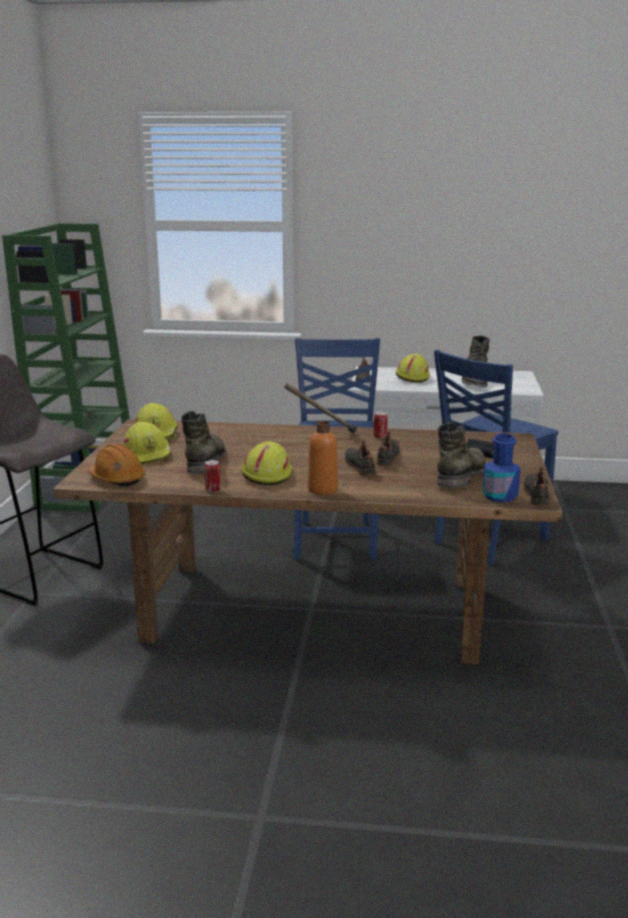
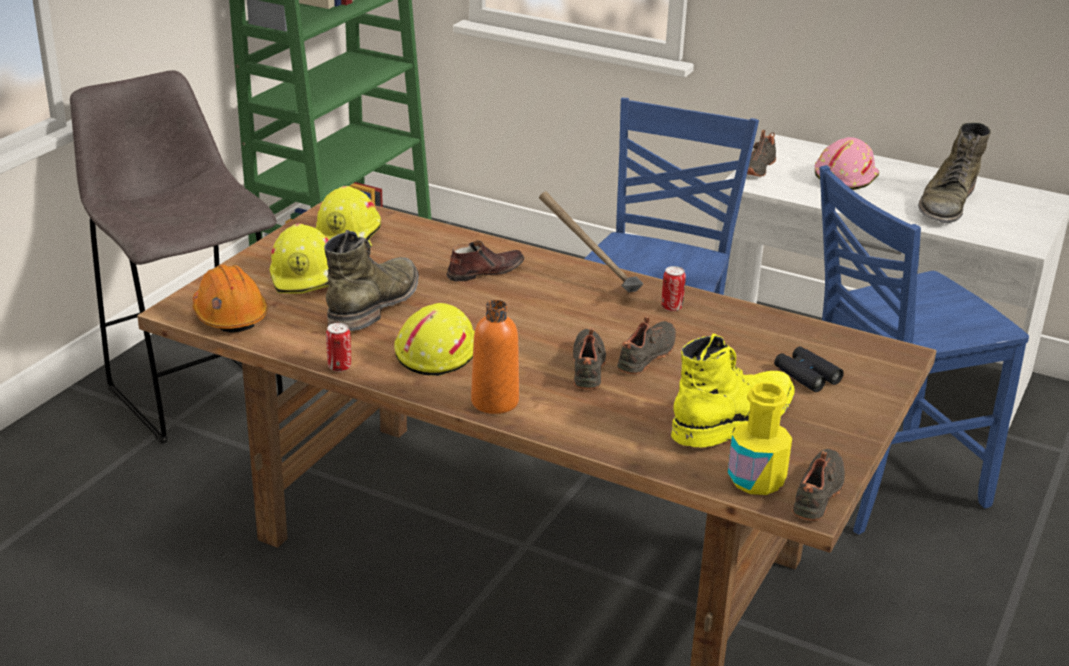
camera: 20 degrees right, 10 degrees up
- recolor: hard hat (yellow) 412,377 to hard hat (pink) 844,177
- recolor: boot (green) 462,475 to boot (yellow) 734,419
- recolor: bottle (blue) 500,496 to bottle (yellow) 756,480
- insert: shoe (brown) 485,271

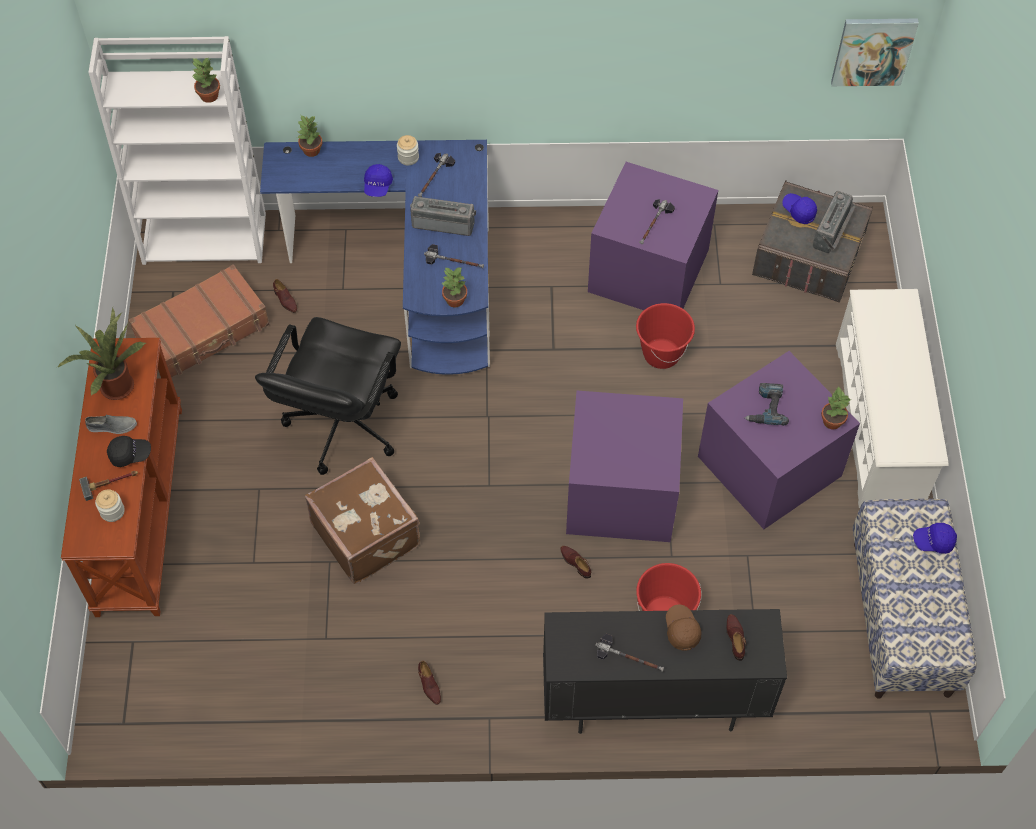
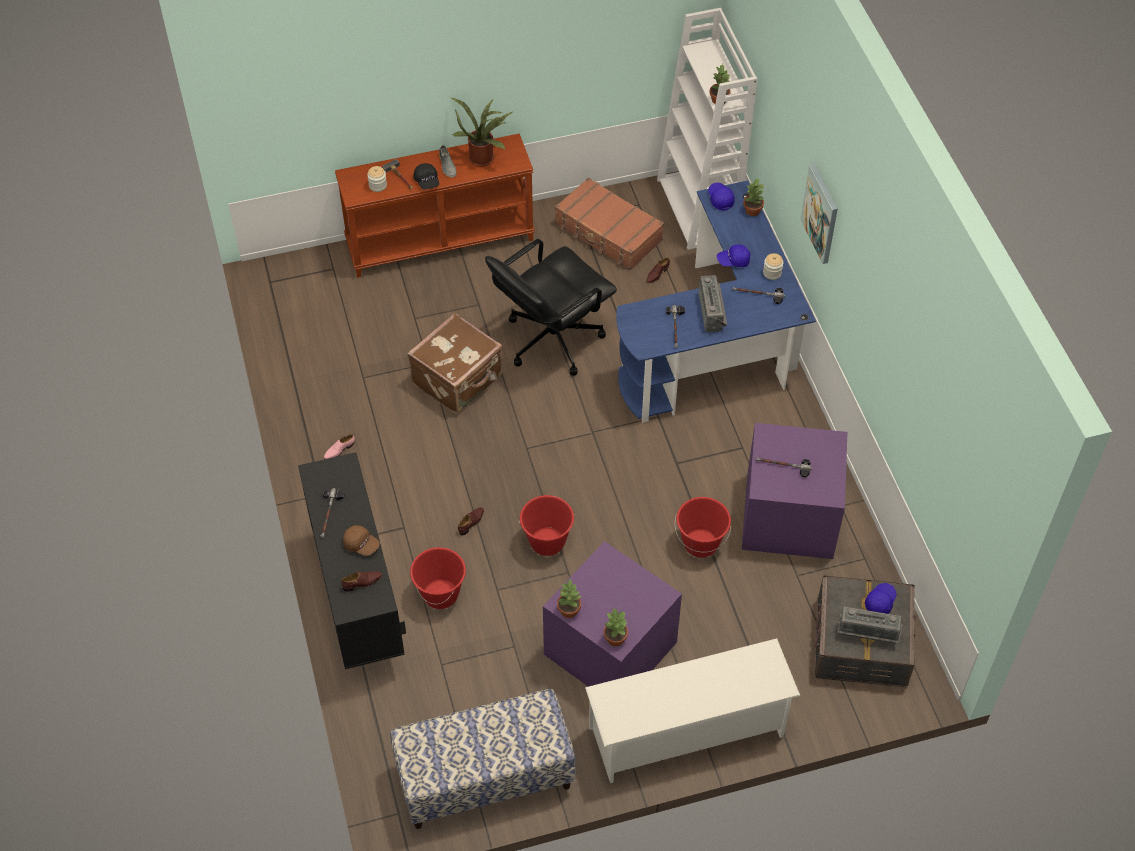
camera: 75 degrees right, 5 degrees down
- move: picture 873,50 to 821,213
- move: potted plant 454,300 to 569,610
- rotate: office chair (black) 341,425 = 551,339 45 degrees counterclockwise
- delete: power drill 765,407
- replace: storage box (purple) 622,494 to bucket (red) 547,542
- move: cap (blue) 933,541 to 720,199
- rotate: cap (brown) 681,630 = 361,545 60 degrees clockwise
- recolor: shoe (brown) 429,685 to shoe (pink) 339,450

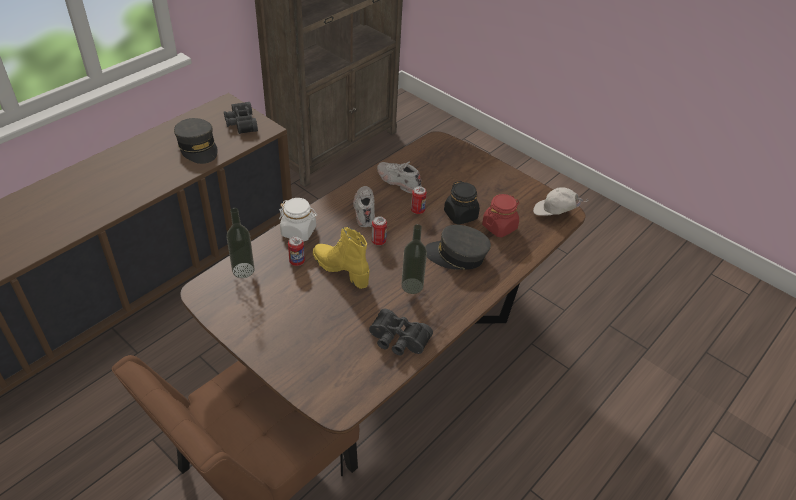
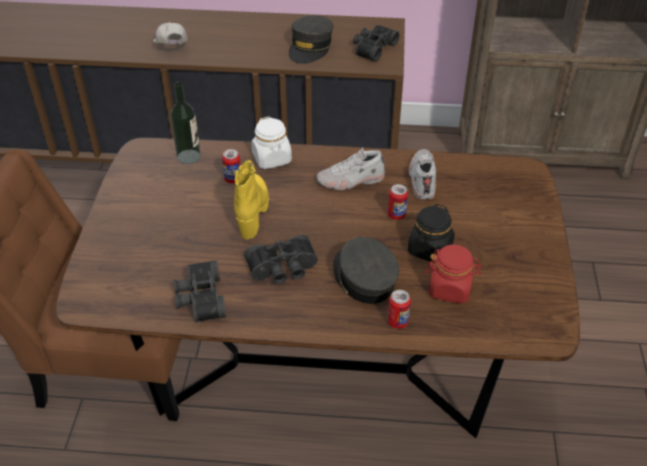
camera: 55 degrees right, 0 degrees up
- rotate: shoe (white) 364,210 = 351,180 150 degrees counterclockwise
- move: cap (white) 554,213 to 171,49
- move: can 378,241 to 397,322
- replace: bottle 412,286 to binoculars (black) 283,269

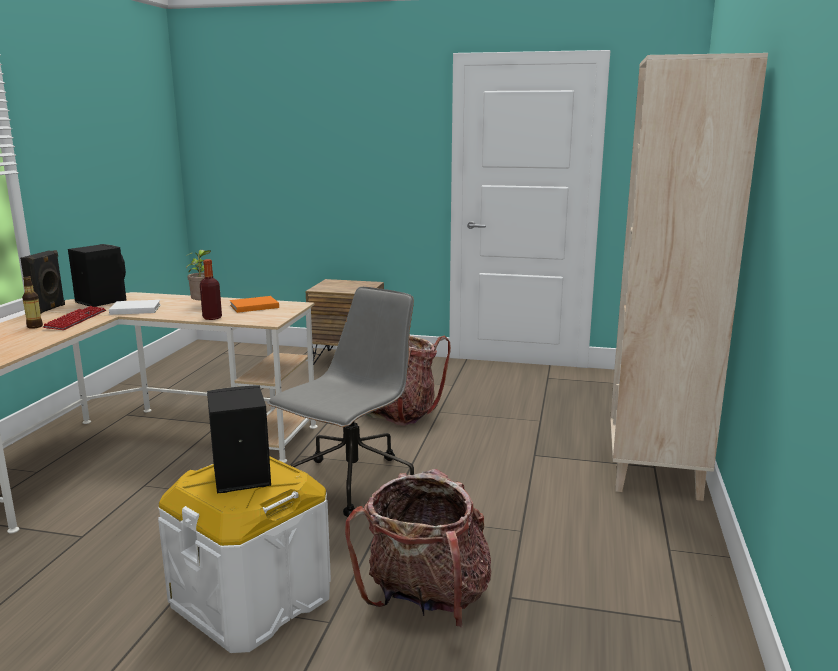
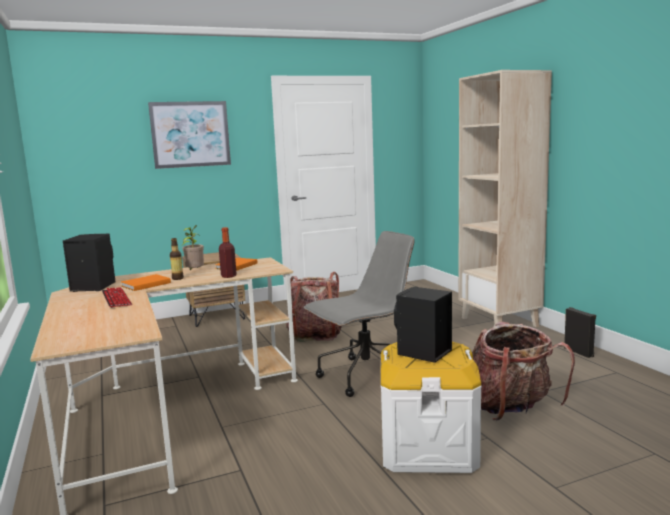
camera: 35 degrees left, 5 degrees down
- move: speaker (black) 48,309 to 579,352
- move: bottle 34,326 to 177,278
- rotate: office chair (grey) 351,485 = 364,377 60 degrees clockwise
- recolor: book (white) 134,309 to book (orange) 144,284
- insert: picture 190,134

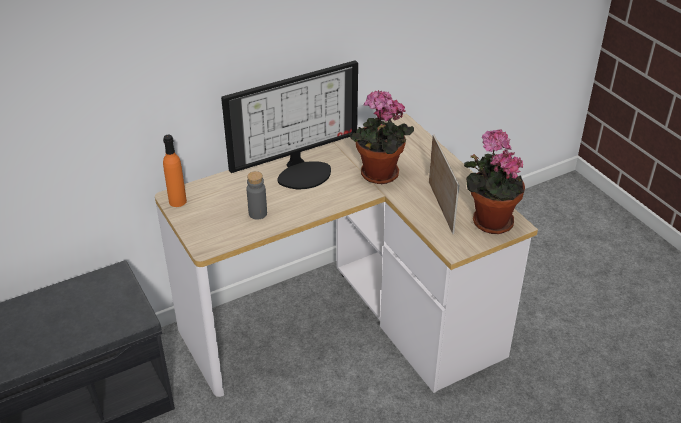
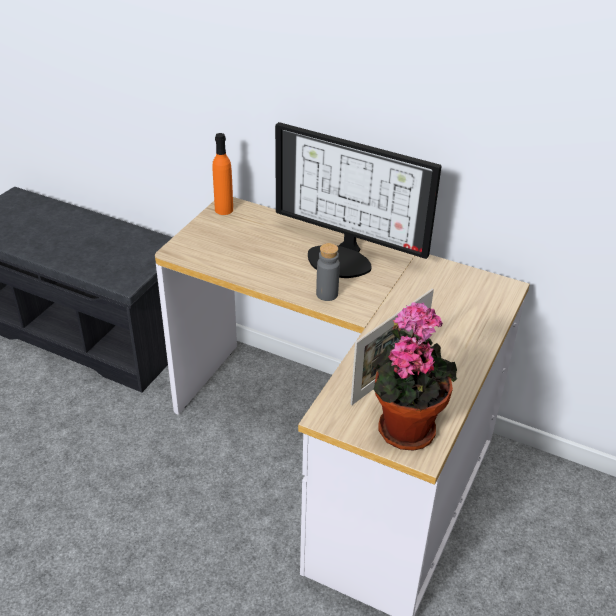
camera: 55 degrees right, 0 degrees up
- delete: potted plant 378,176
- move: bottle (grey) 258,213 to 327,294

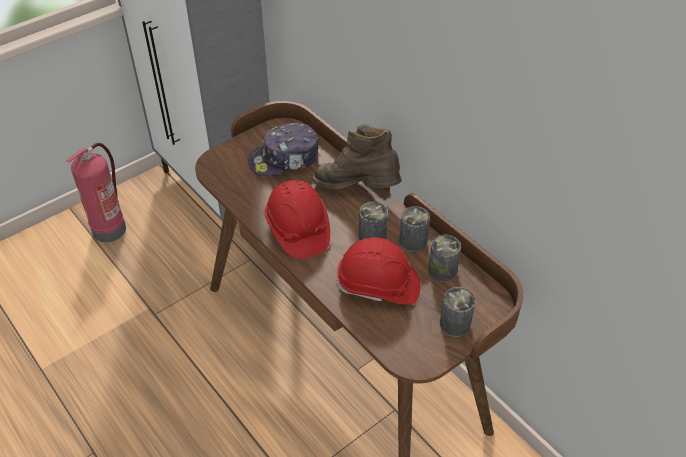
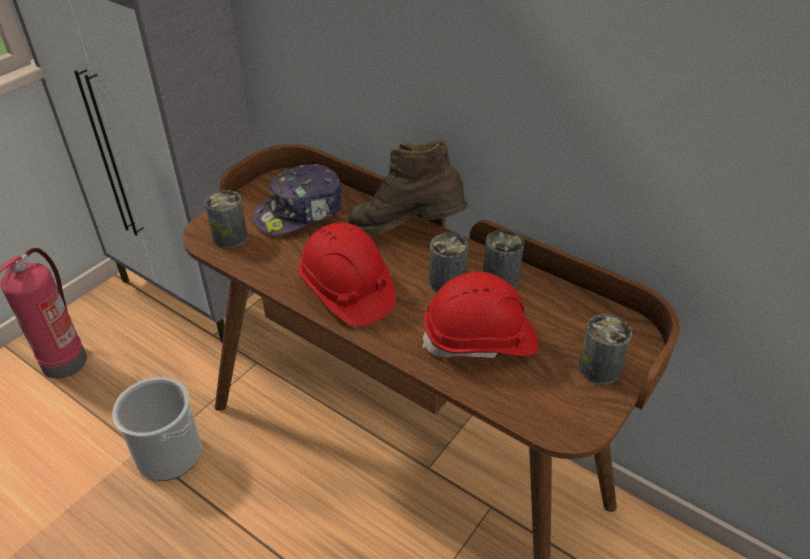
camera: 15 degrees left, 5 degrees down
- move: can 442,271 to 230,237
- insert: bucket 169,454

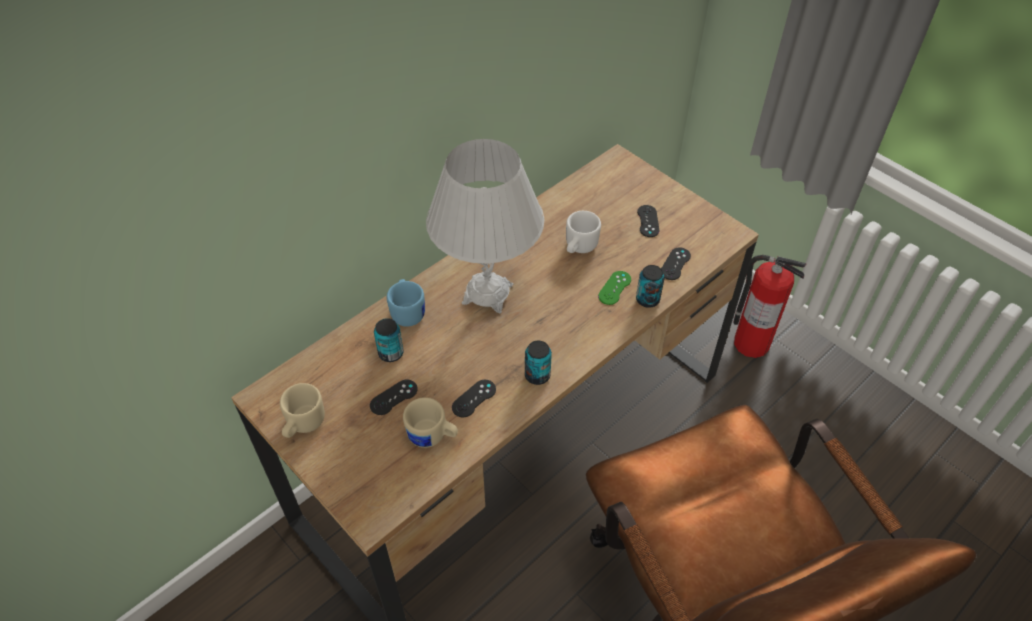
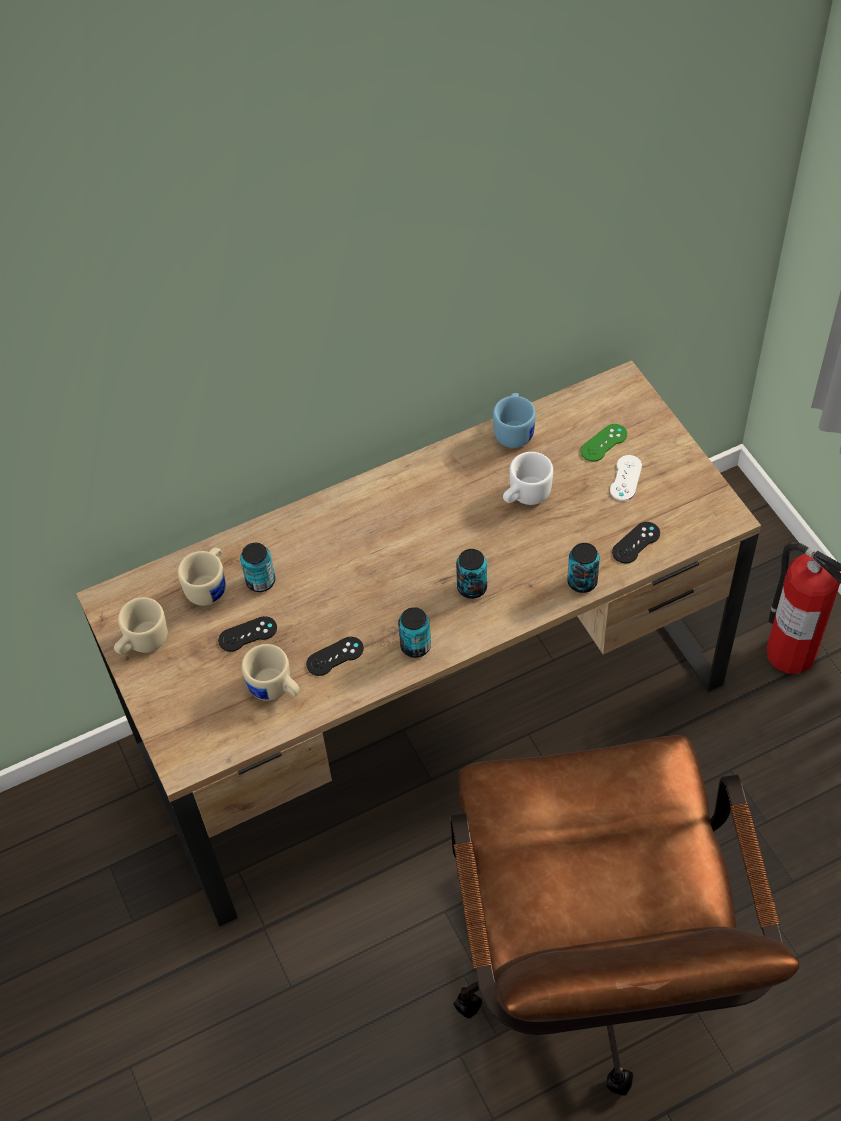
camera: 20 degrees right, 5 degrees up
- delete: table lamp (white) 488,294
- recolor: game controller (black) 648,221 to game controller (white) 625,478
- move: game controller (green) 614,288 to 603,443
- move: mug (blue) 408,311 to 515,430
- insert: mug (beige) 210,586
- insert: can 472,587

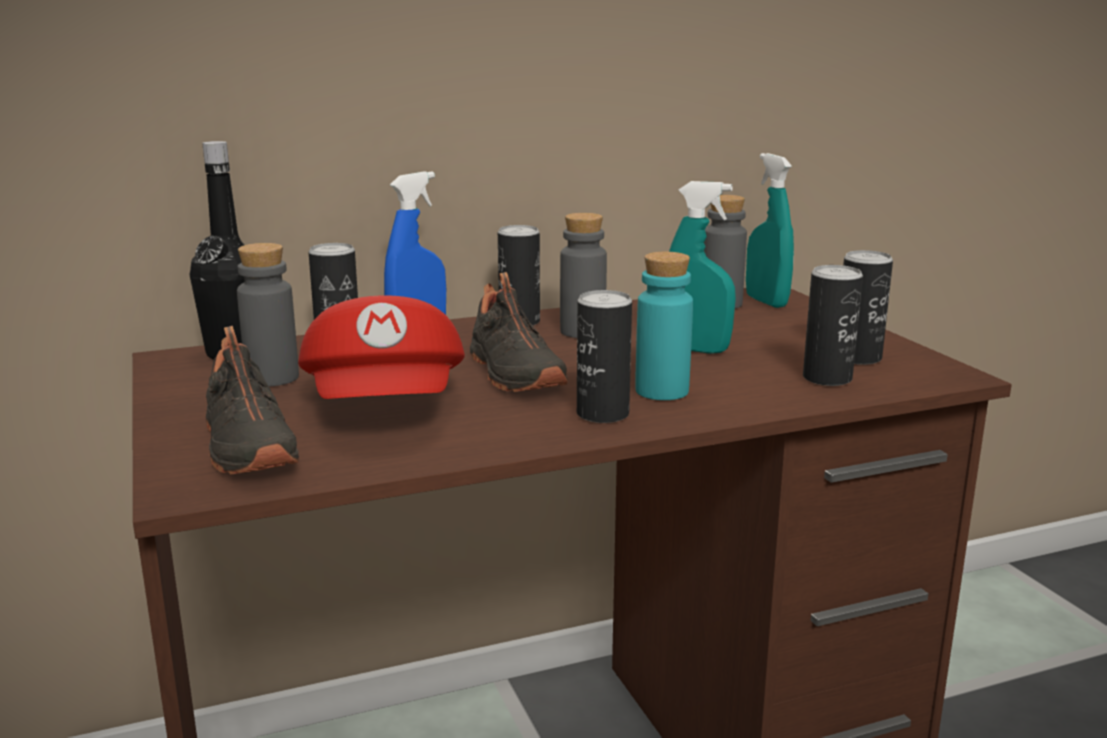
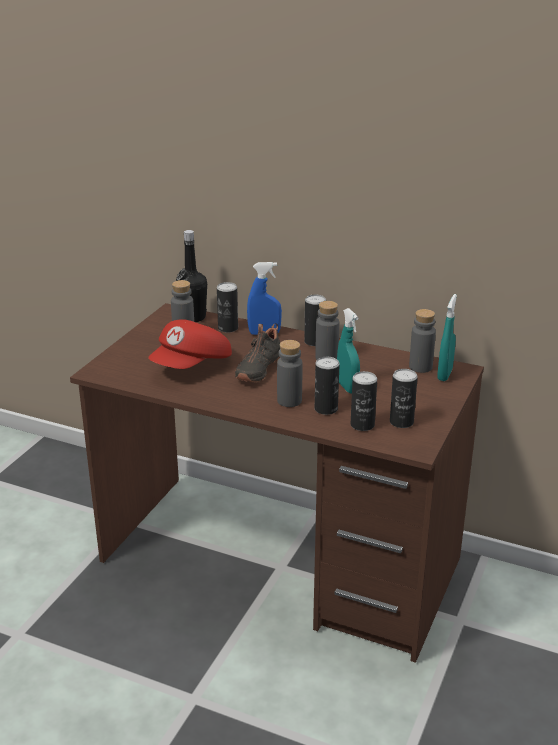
camera: 45 degrees right, 10 degrees up
- recolor: bottle (turquoise) 662,391 to bottle (grey) 289,400
- move: can 602,414 to 326,409
- delete: shoe (black) 245,447

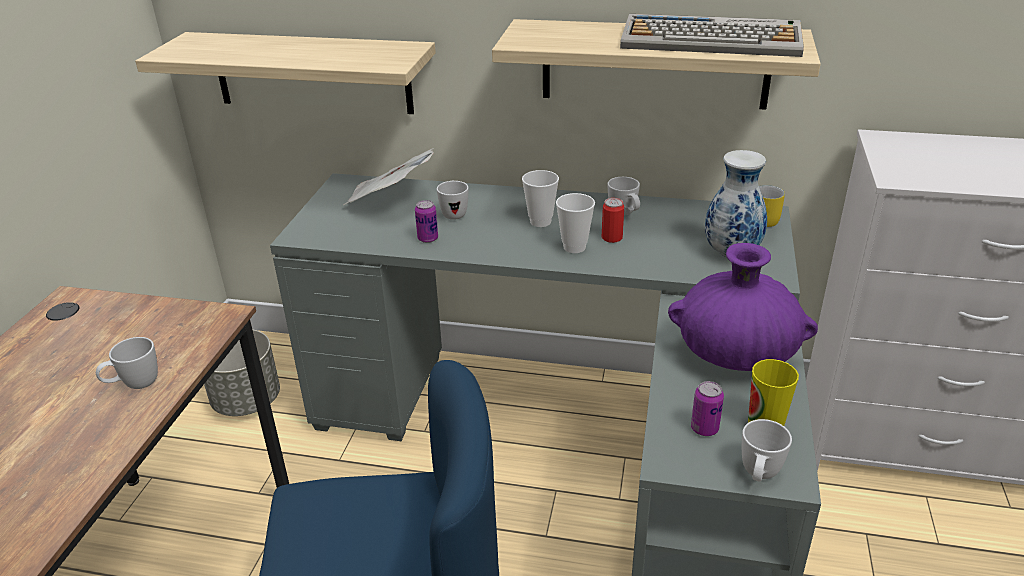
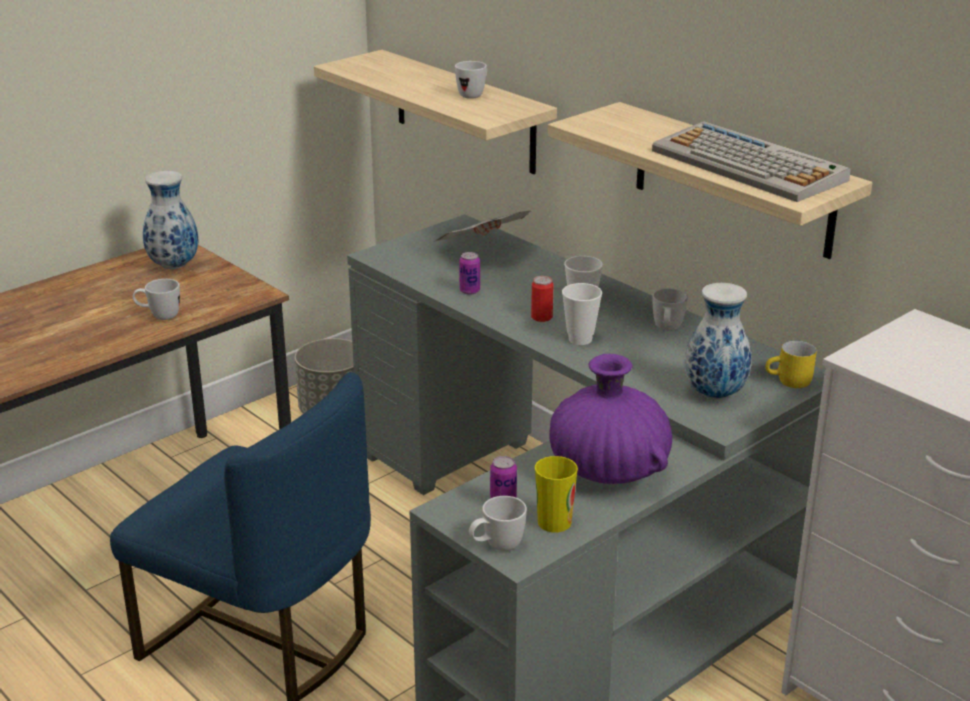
camera: 35 degrees right, 5 degrees down
- move: mug (white) 454,213 to 474,95
- move: can 612,238 to 541,317
- insert: vase 174,266

